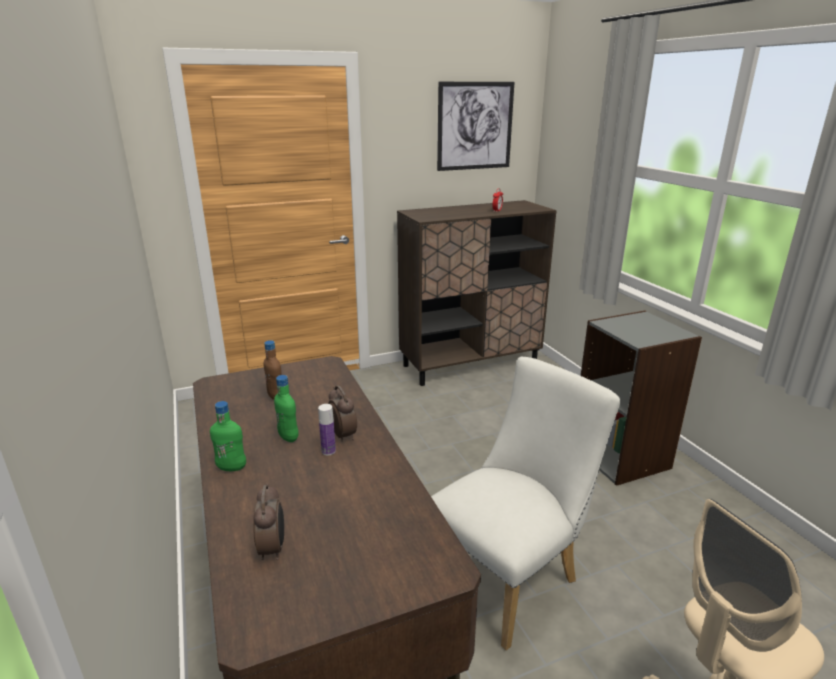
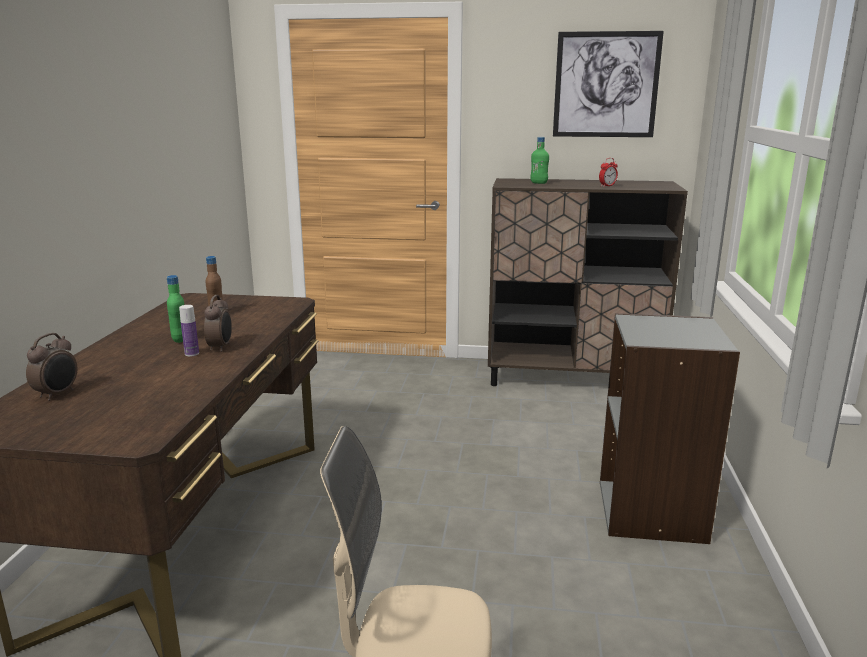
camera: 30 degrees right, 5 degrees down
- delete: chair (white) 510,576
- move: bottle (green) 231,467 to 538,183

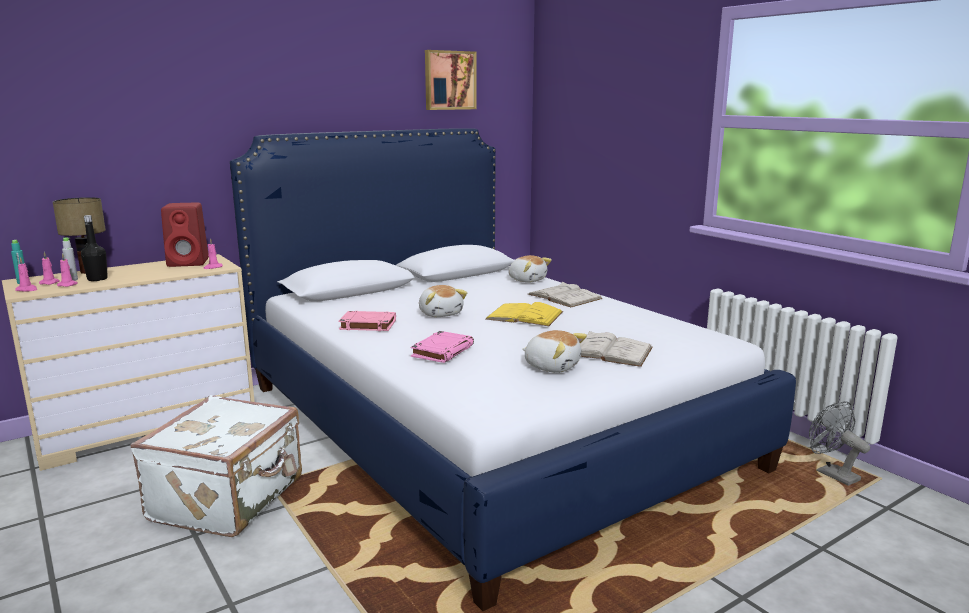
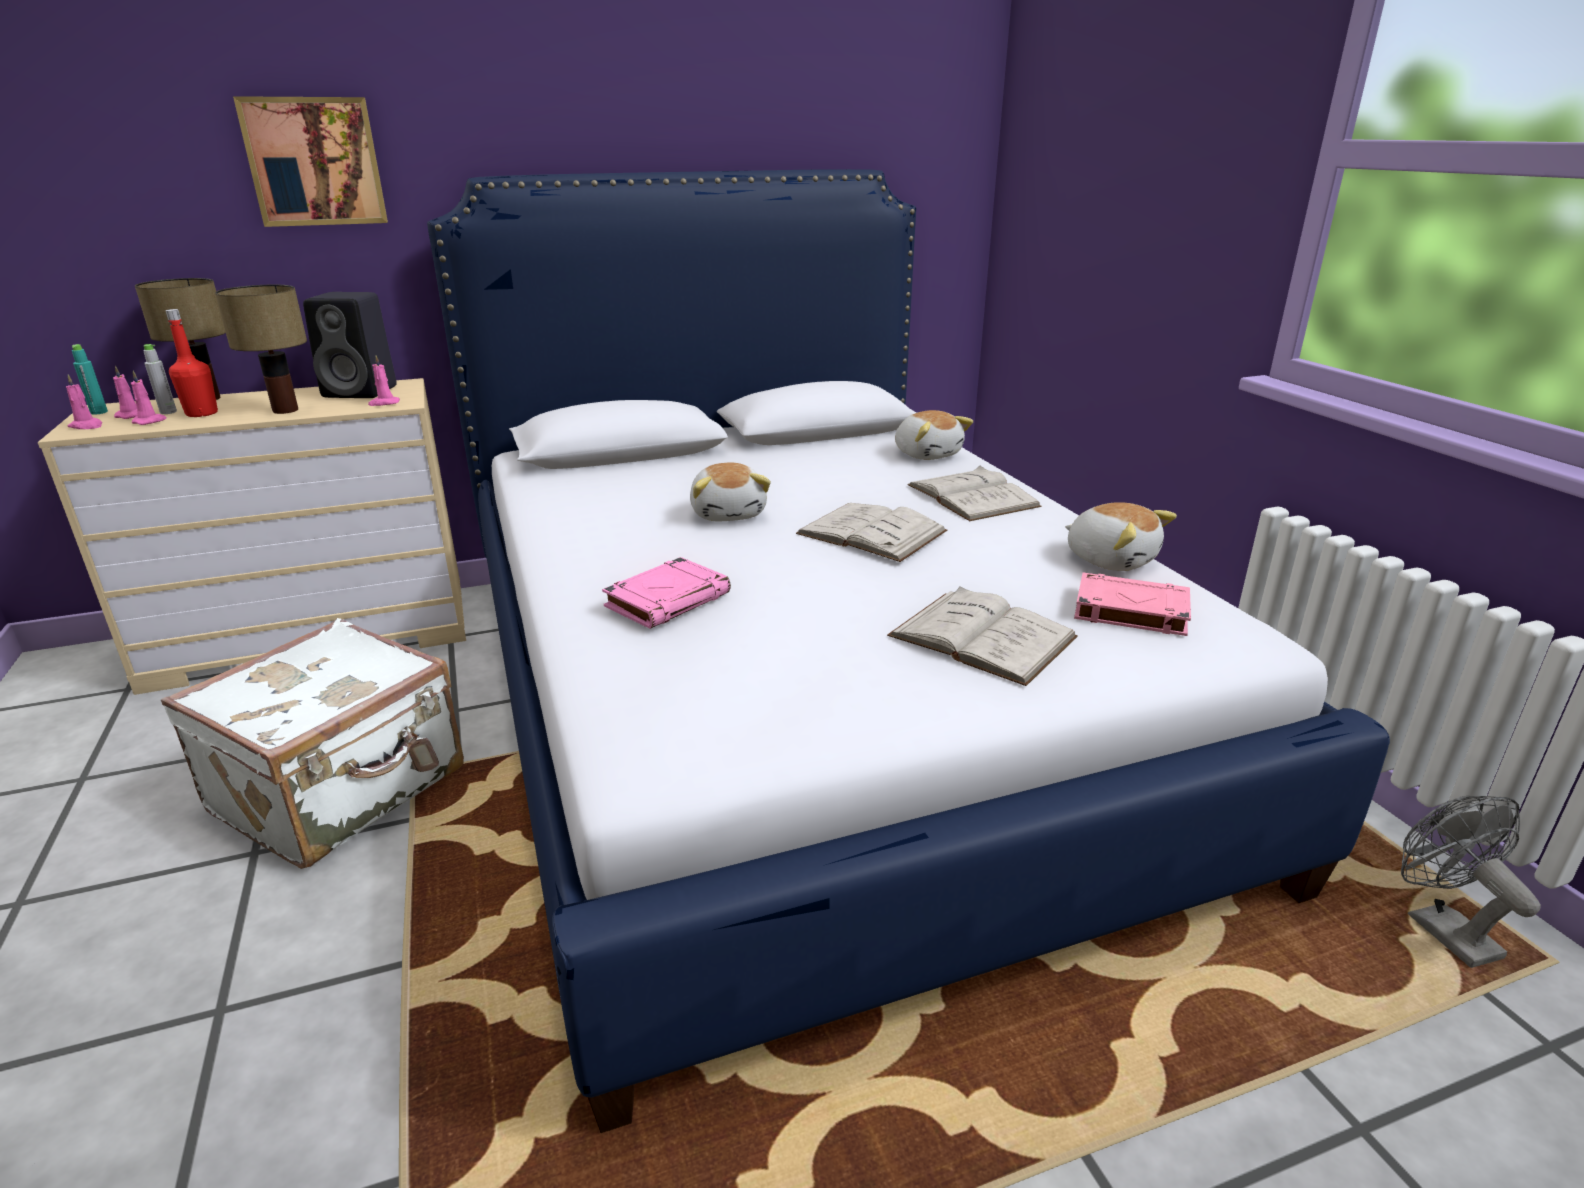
camera: 15 degrees right, 10 degrees up
- move: picture 449,80 to 315,162
- recolor: speaker (red) 190,262 to speaker (black) 362,392
- recolor: bottle (black) 97,279 to bottle (red) 202,413
- recolor: book (yellow) 524,315 to book (white) 871,532
- move: book (pink) 367,325 to 1129,611
- move: plush toy 552,366 to 1111,559
- insert: table lamp 286,410

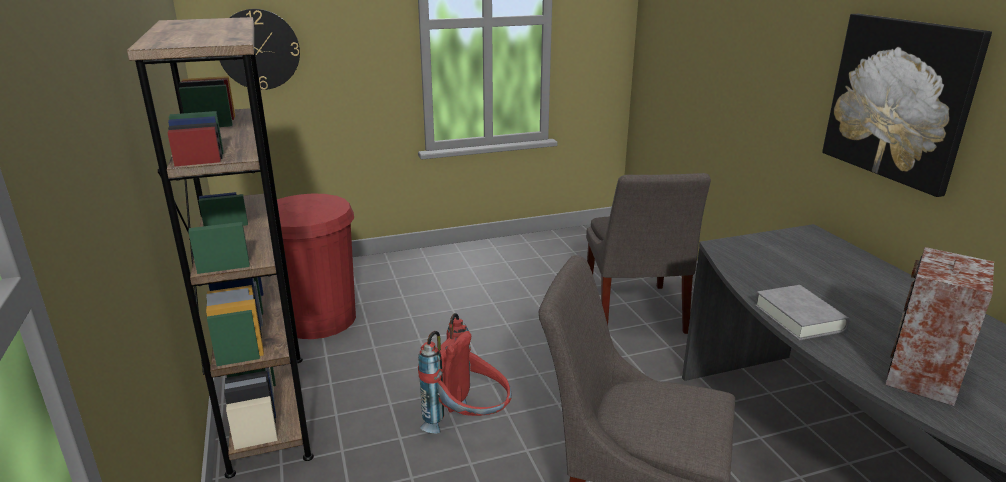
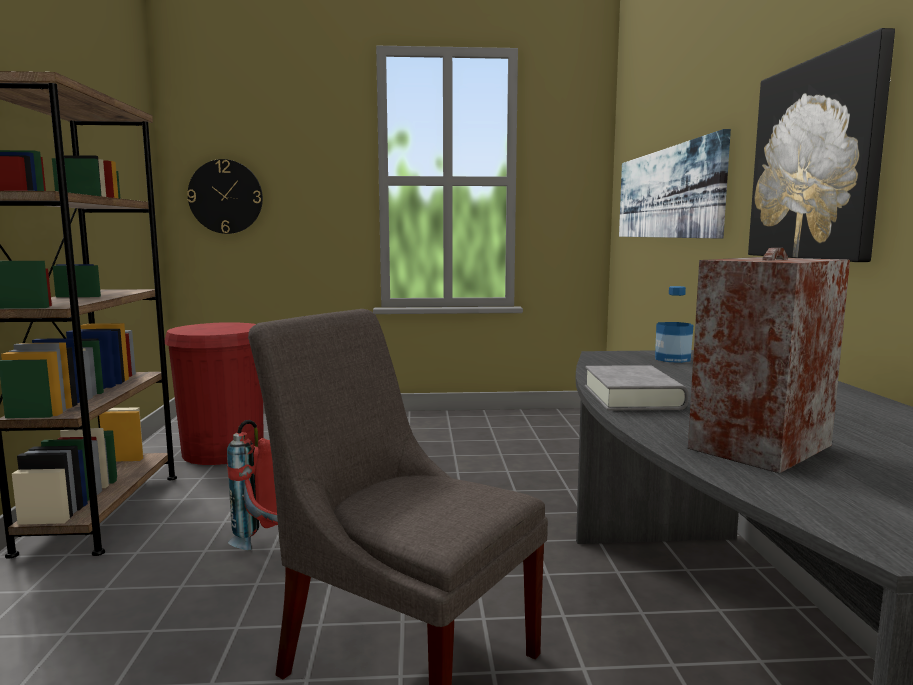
camera: 15 degrees right, 15 degrees down
- delete: chair (grey) 634,313
- insert: picture 666,193
- insert: bottle 672,359

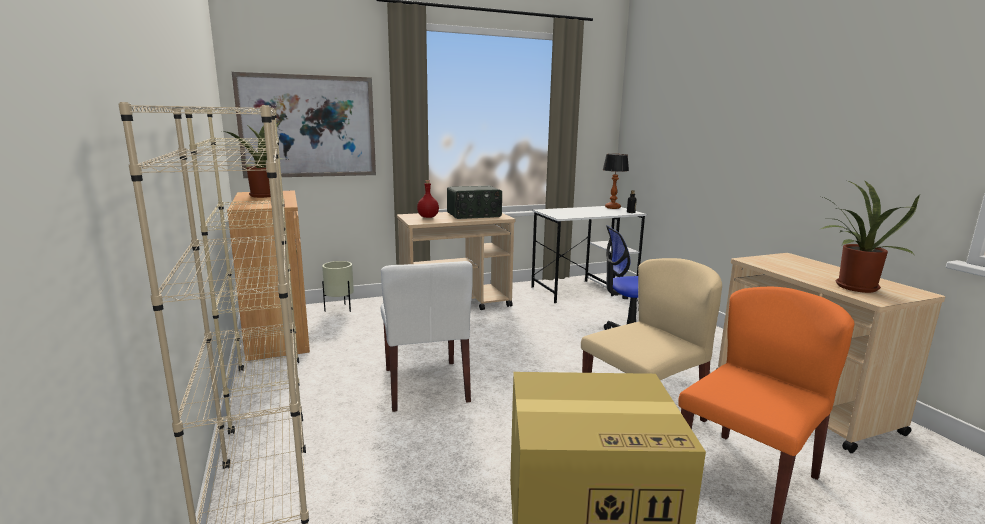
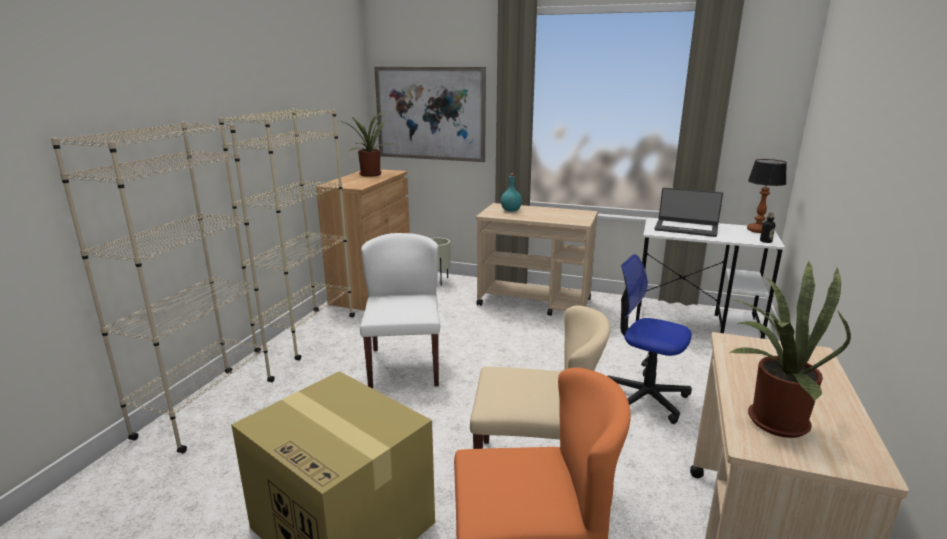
camera: 40 degrees right, 5 degrees up
- recolor: bottle (red) 428,217 to bottle (turquoise) 511,210
- delete: radio 474,215
- rotate: chair (white) 426,385 = 404,366 150 degrees clockwise
- insert: laptop 686,228

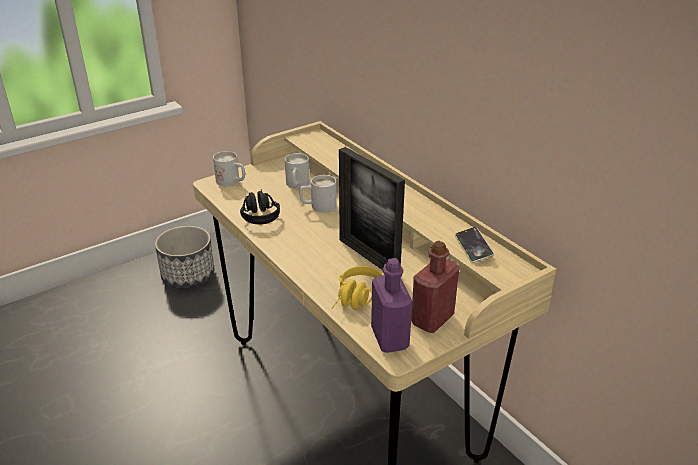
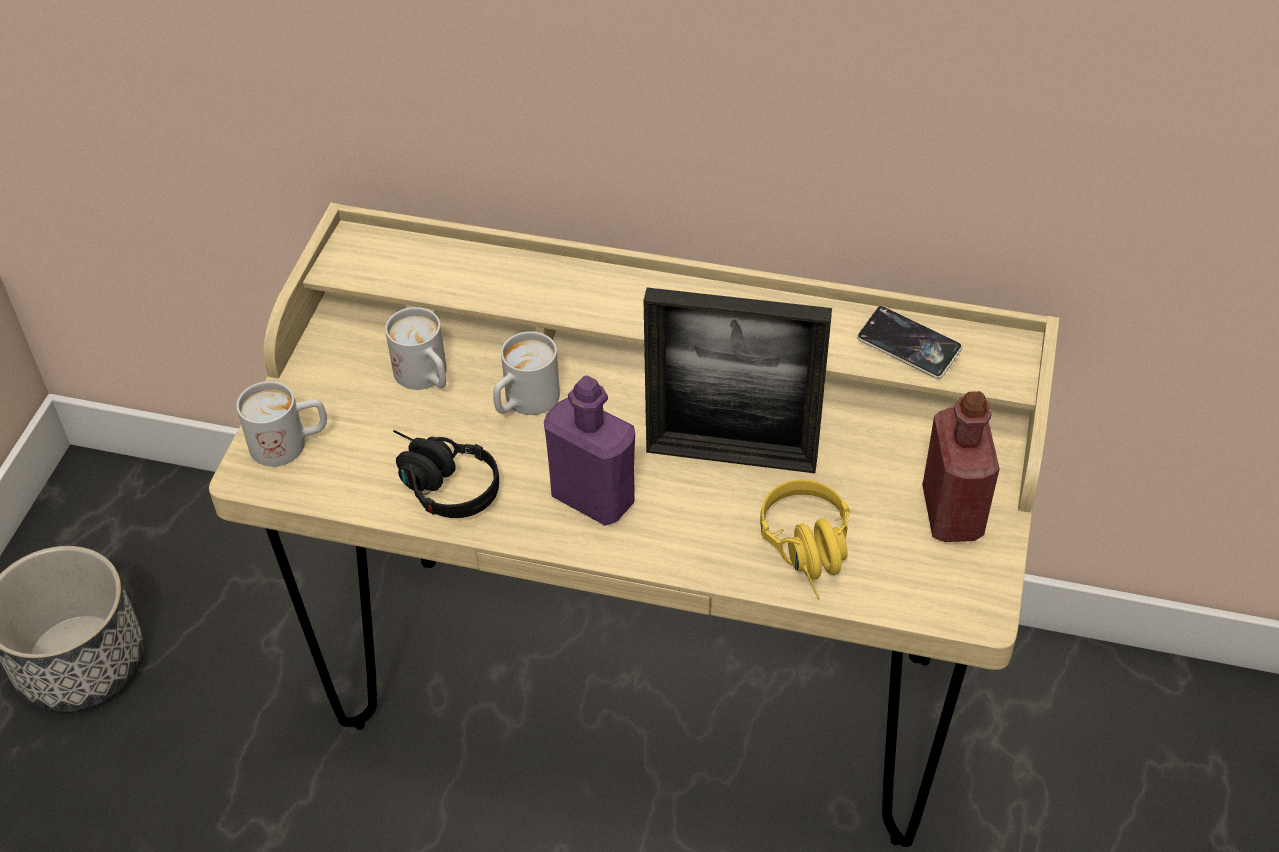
camera: 40 degrees left, 15 degrees up
- move: bottle (purple) 389,338 to 593,498

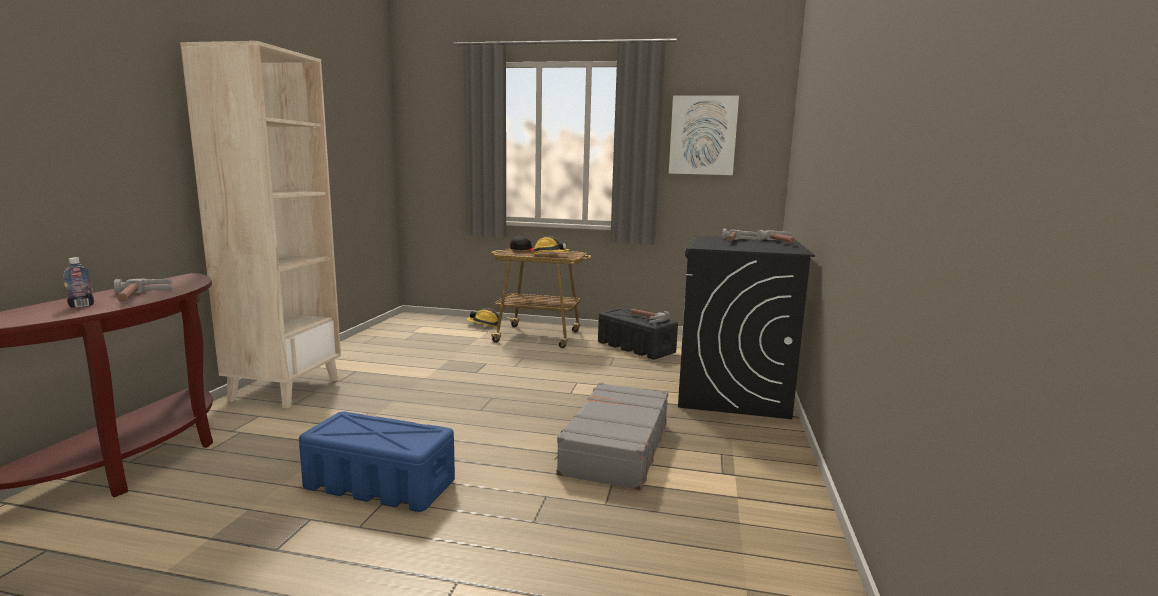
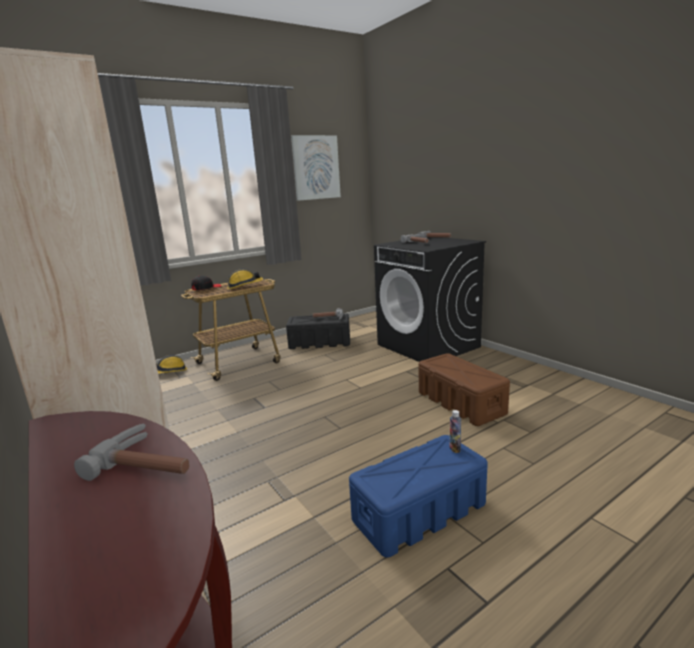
camera: 45 degrees left, 5 degrees up
- move: bottle 81,306 to 455,448
- replace: suitcase (grey) 615,448 to storage box (brown) 461,403

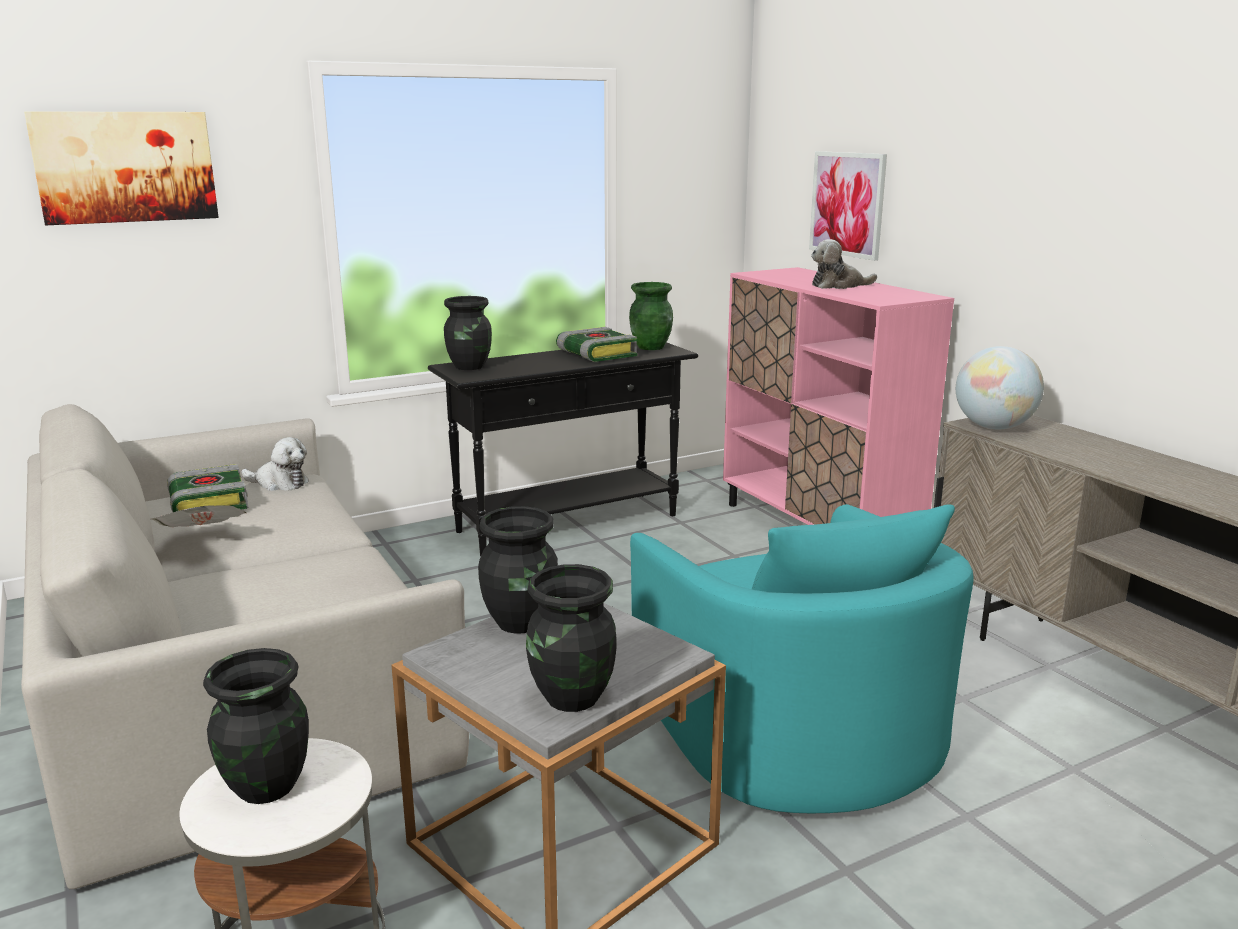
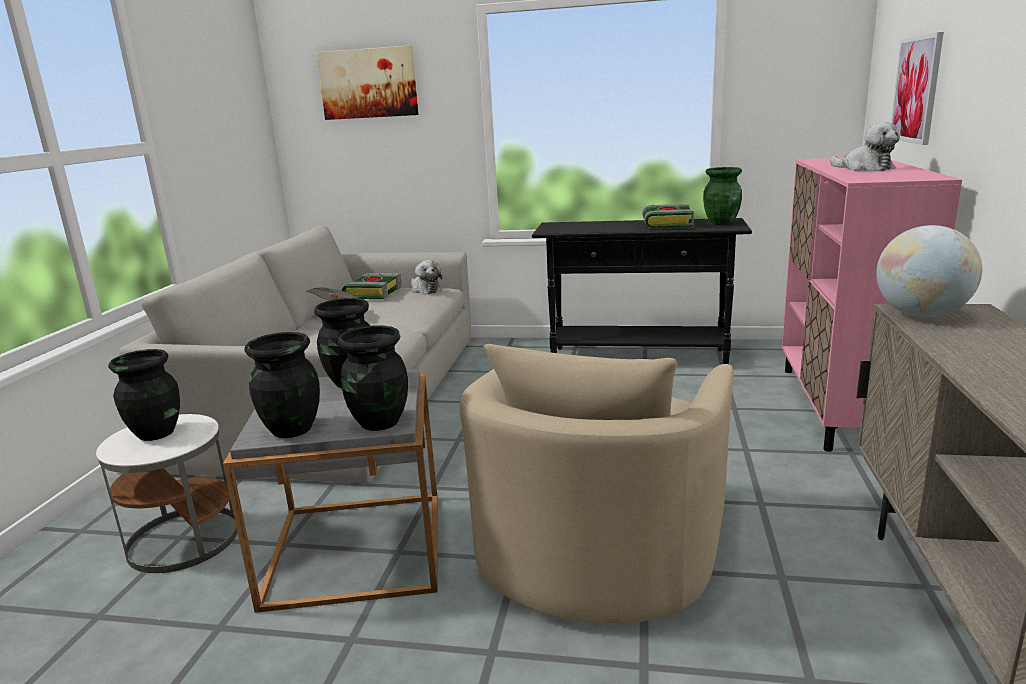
camera: 40 degrees right, 0 degrees up
- rotate: plush toy 838,286 = 864,168 150 degrees counterclockwise
- move: vase (black) 470,367 to 380,422
- recolor: armchair (turquoise) 792,728 to armchair (beige) 598,541

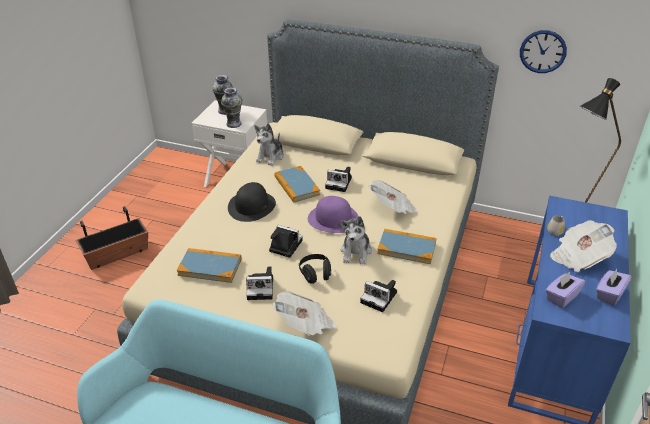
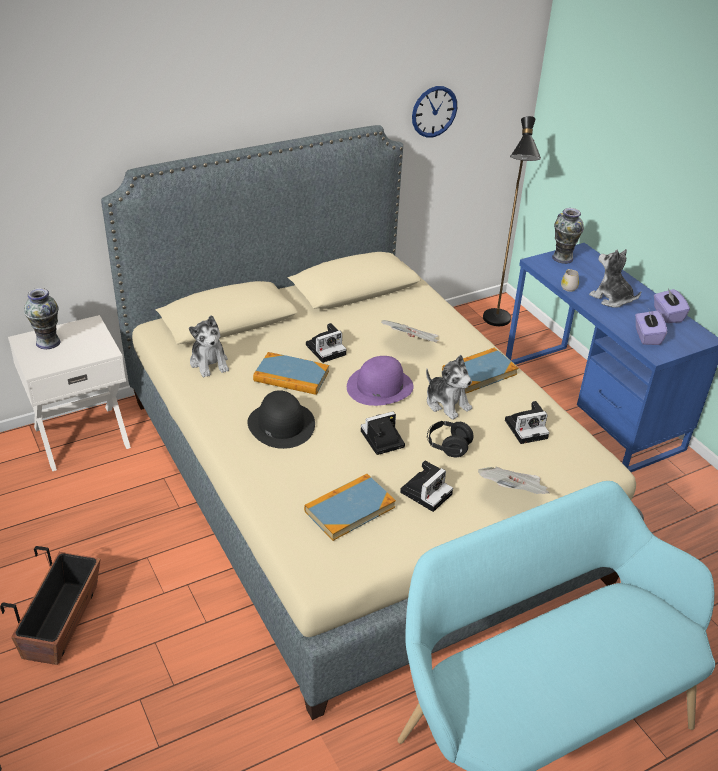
camera: 50 degrees left, 0 degrees up
- move: vase 233,124 to 562,258
- replace: newspaper 578,257 to plush toy 611,298

